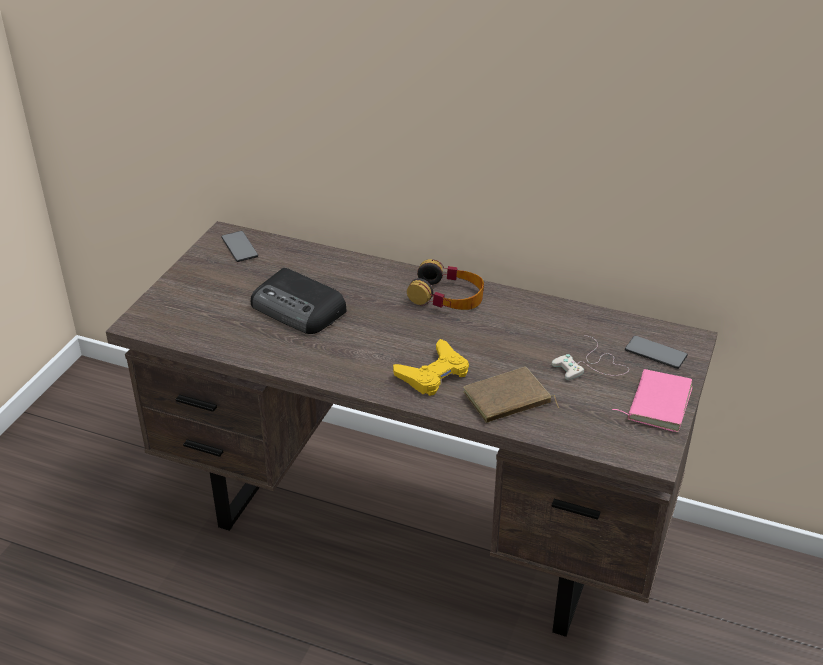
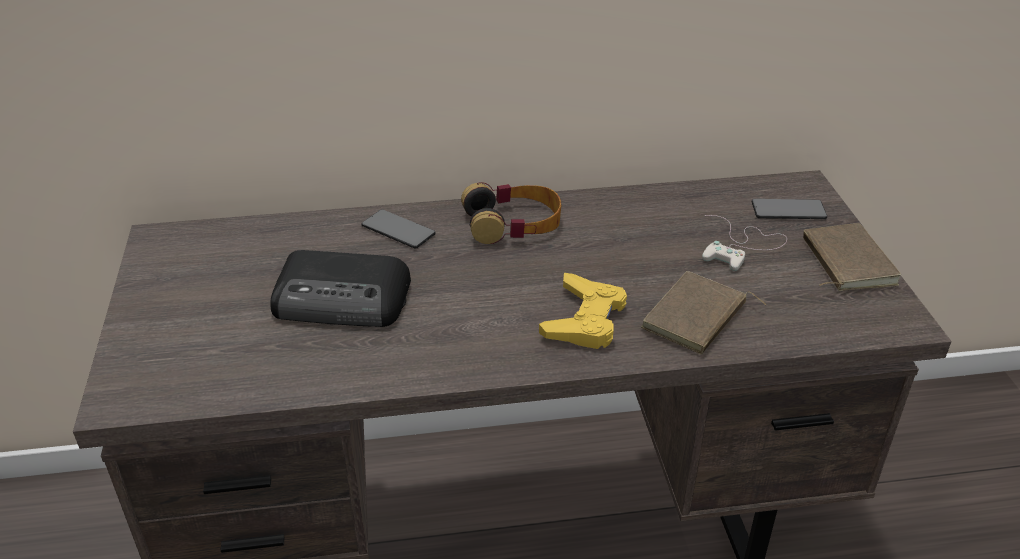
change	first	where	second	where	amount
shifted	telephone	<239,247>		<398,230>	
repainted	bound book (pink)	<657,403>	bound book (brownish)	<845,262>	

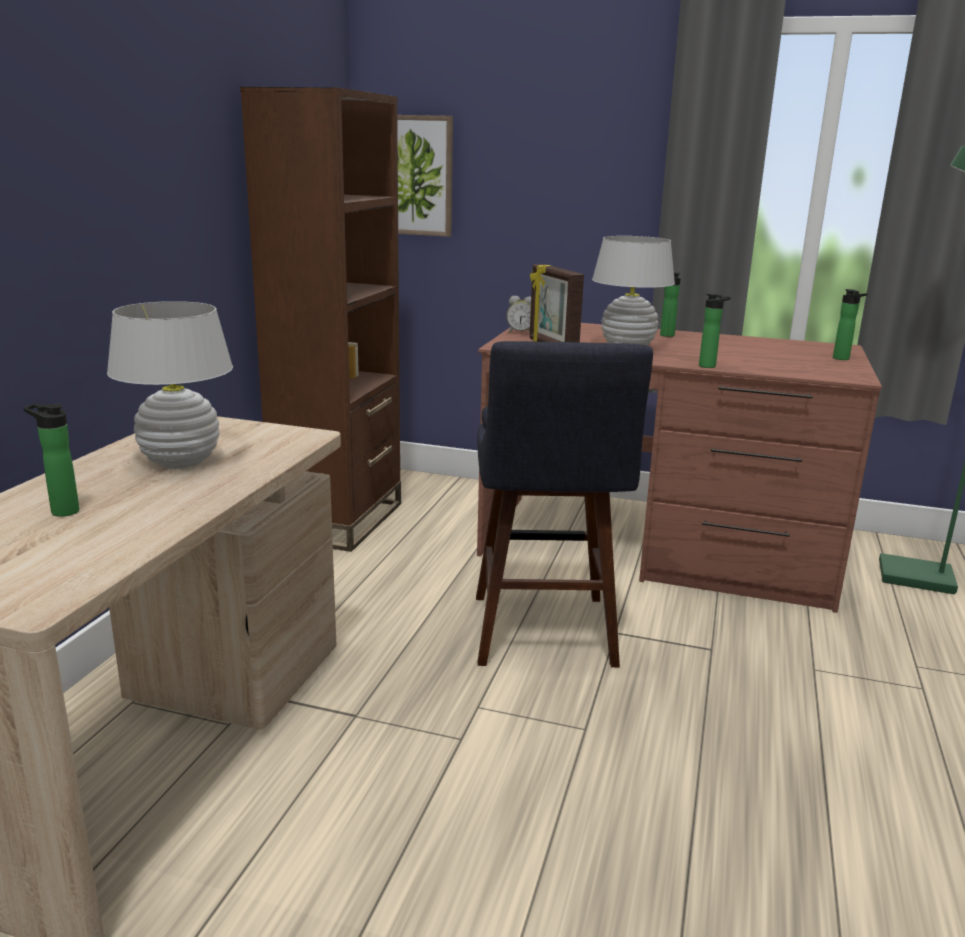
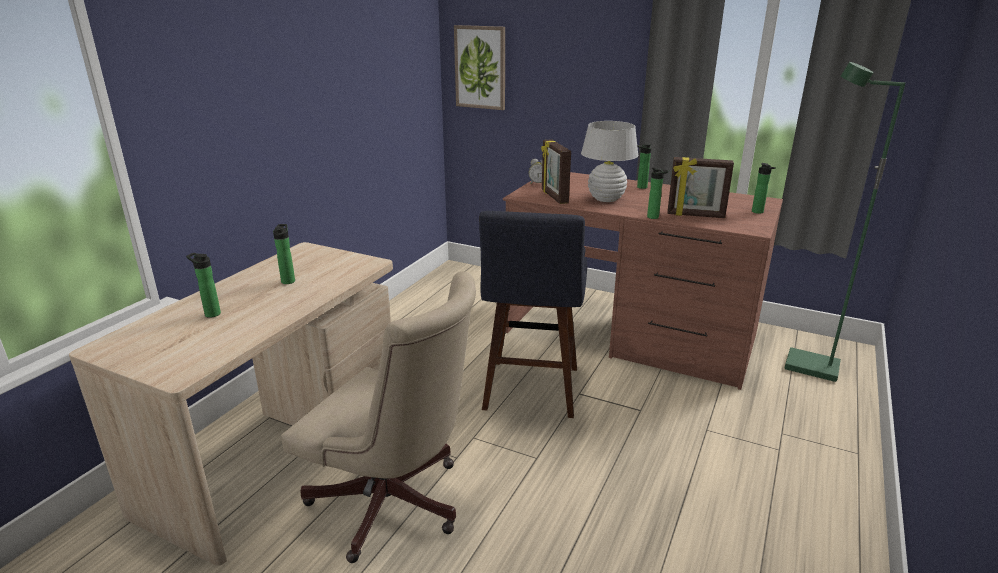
change	first	where	second	where	amount
gone	shelving unit (brownish)	<339,520>			
swapped	tabletop lamp (whitish)	<181,462>	bottle	<288,280>	
new			picture frame	<695,215>	
new			computer chair (beige)	<395,506>	

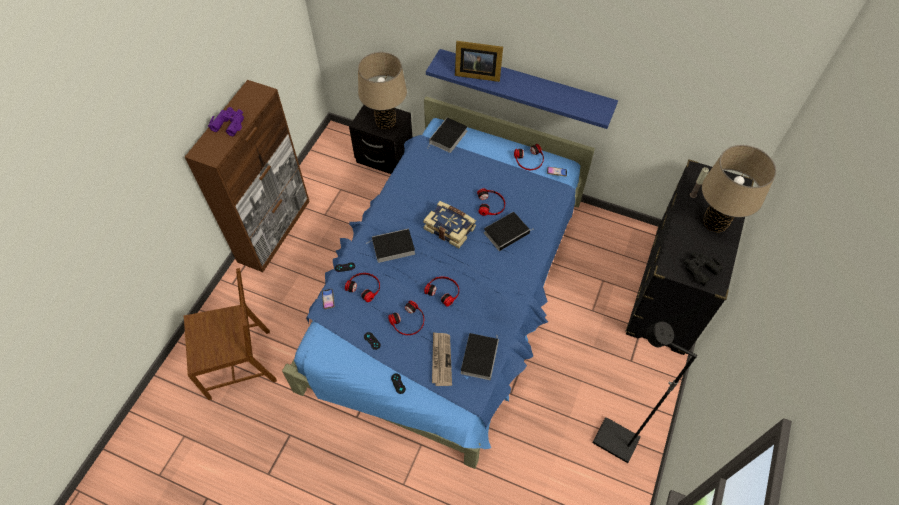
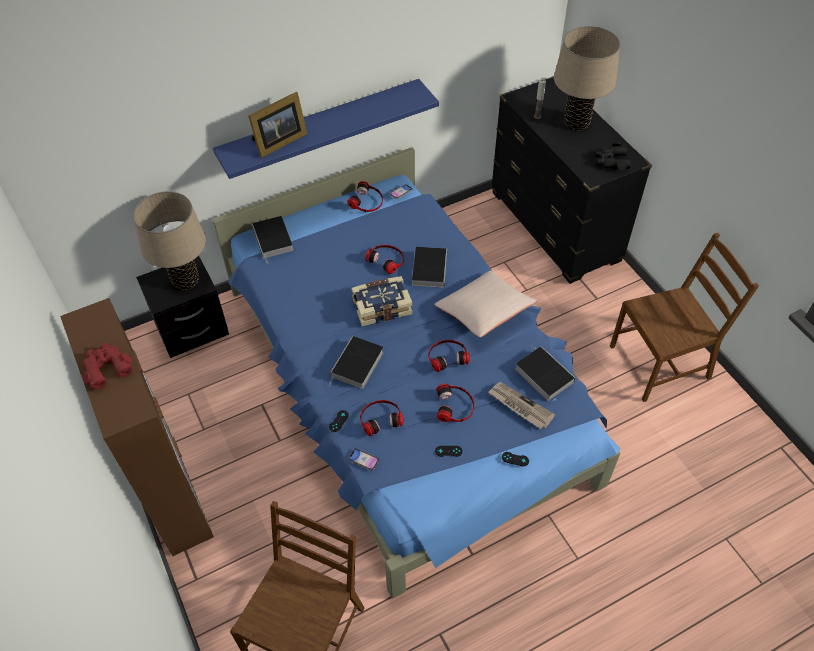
change	first	where	second	where	amount
repainted	binoculars (purple-coloured)	<229,124>	binoculars (red-coloured)	<106,368>	
swapped	standard lamp (blackish)	<614,441>	upright chair (brownish)	<660,362>	
new			throw pillow (beige)	<484,312>	

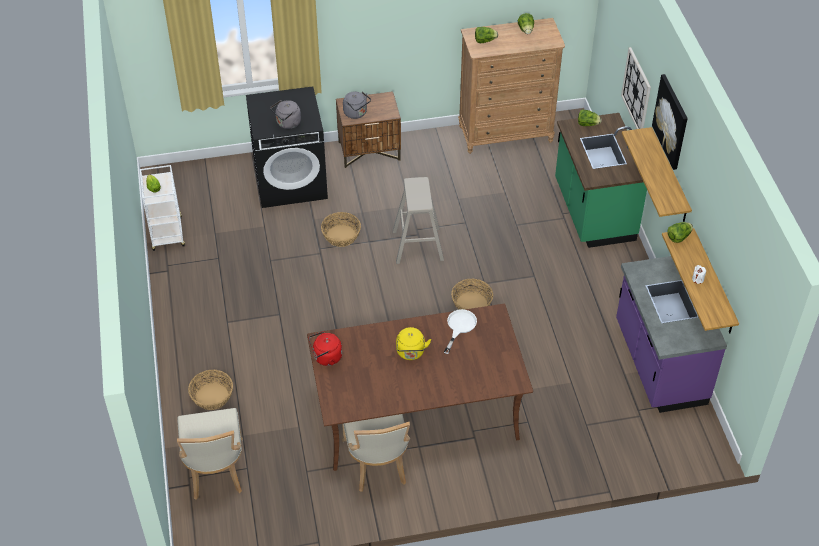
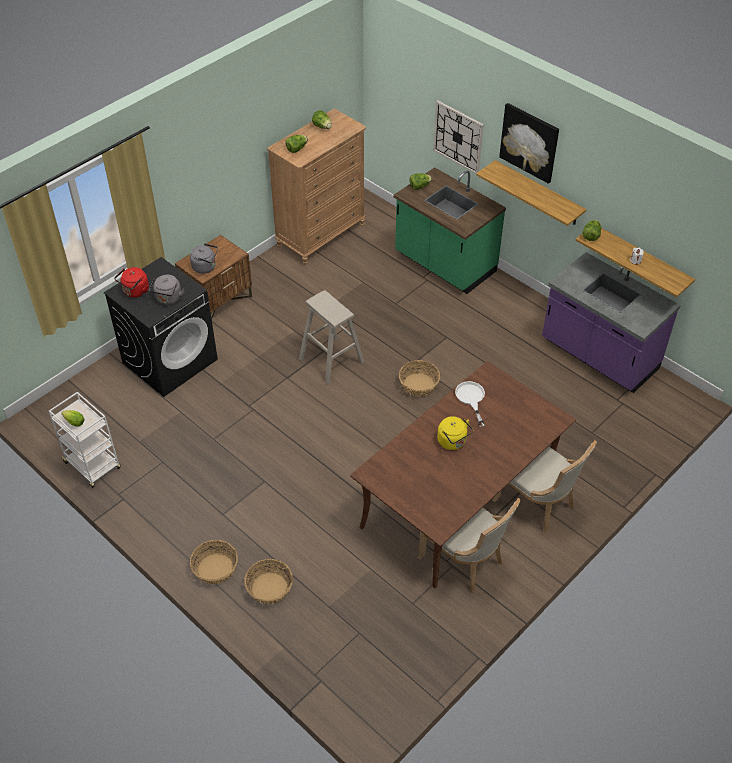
change	first	where	second	where	amount
shifted	storage basket	<341,236>		<215,569>	
shifted	kettle (red-coloured)	<326,358>		<135,292>	
shifted	upright chair (beige)	<215,471>		<537,503>	

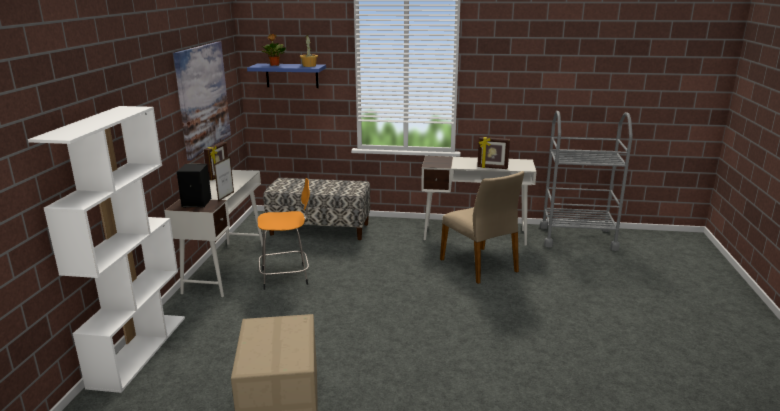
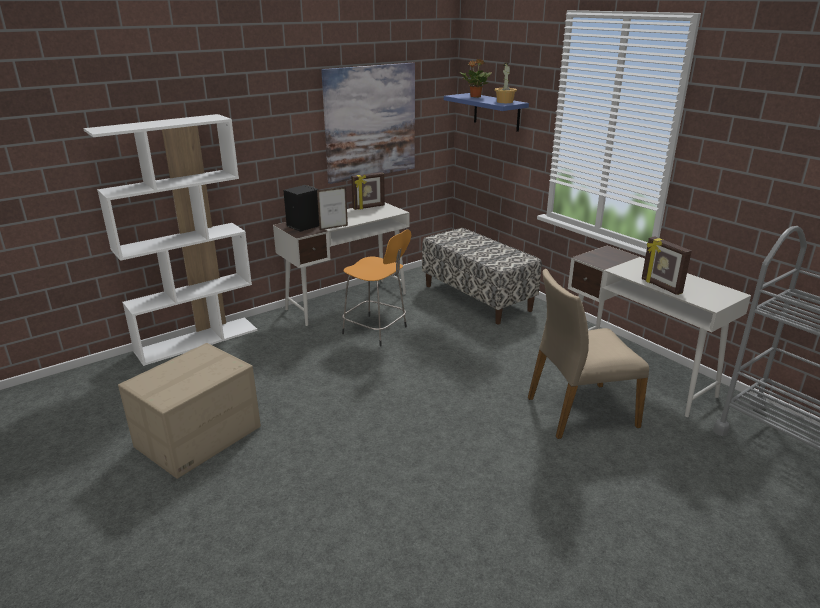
change	first	where	second	where	amount
rotated	upright chair (beige)	<480,265>		<579,411>	60 degrees clockwise

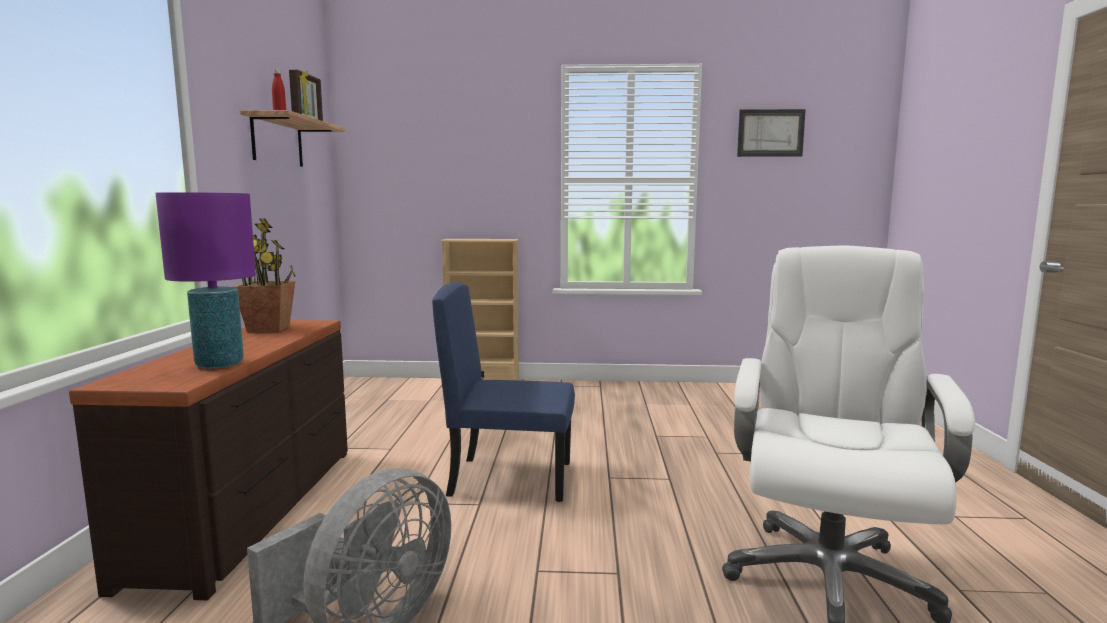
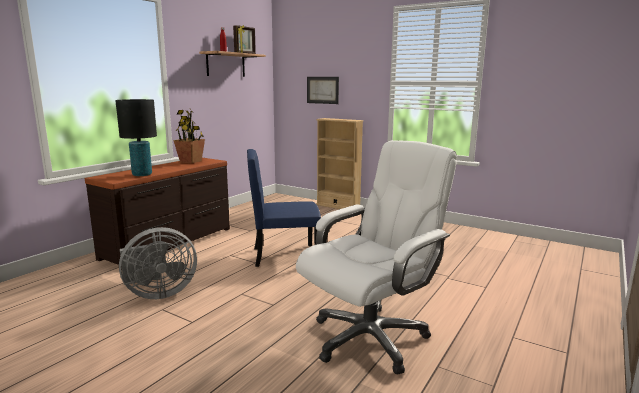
change	first	where	second	where	amount
shifted	wall art	<770,133>		<322,90>	
repainted	tabletop lamp (purple-coloured)	<219,364>	tabletop lamp (blackish)	<142,174>	
rotated	upright chair (blue-coloured)	<511,478>		<285,255>	45 degrees counterclockwise

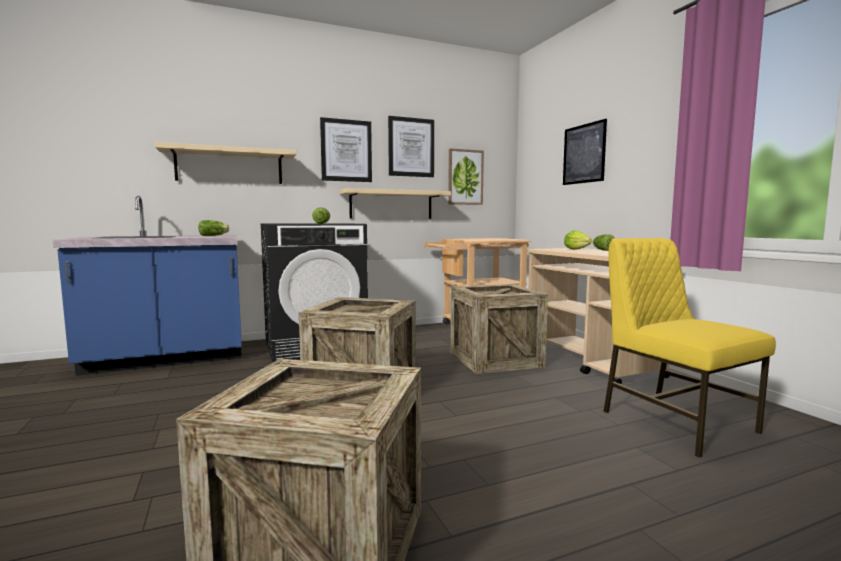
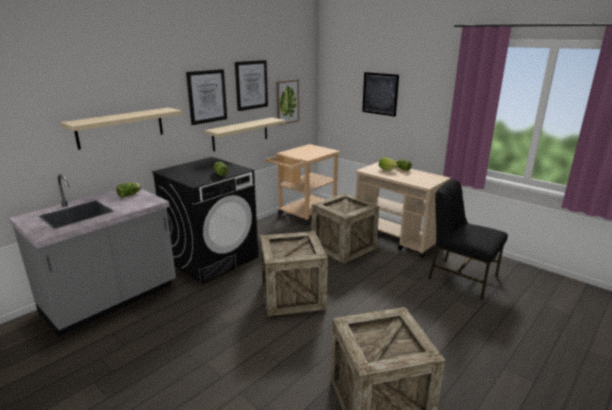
change	first	where	second	where	amount
repainted	kitchen counter (blue-coloured)	<166,359>	kitchen counter (greyish)	<111,300>	
repainted	upright chair (yellowish)	<674,421>	upright chair (blackish)	<461,277>	

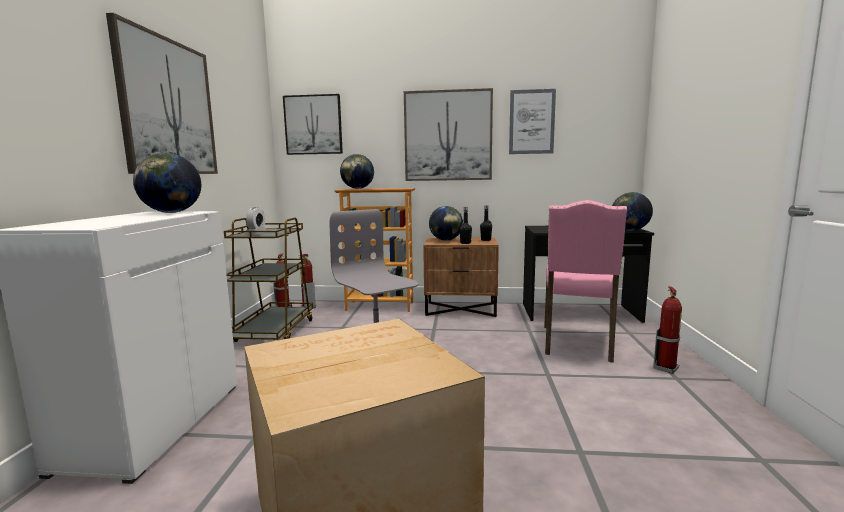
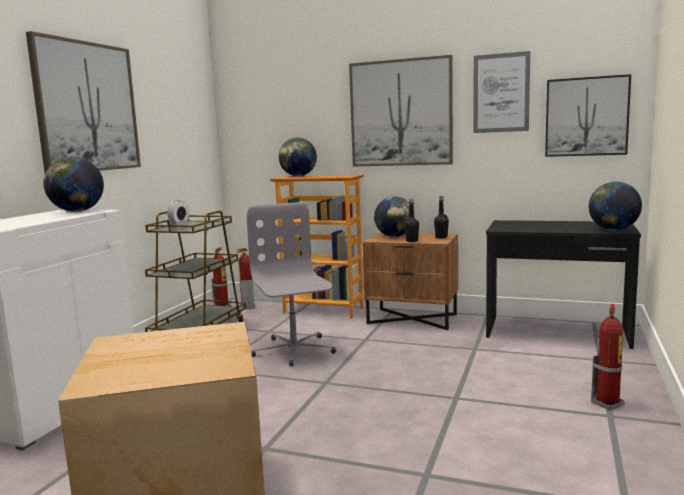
change	first	where	second	where	amount
shifted	wall art	<313,125>		<586,117>	
gone	upright chair (pink)	<578,343>			

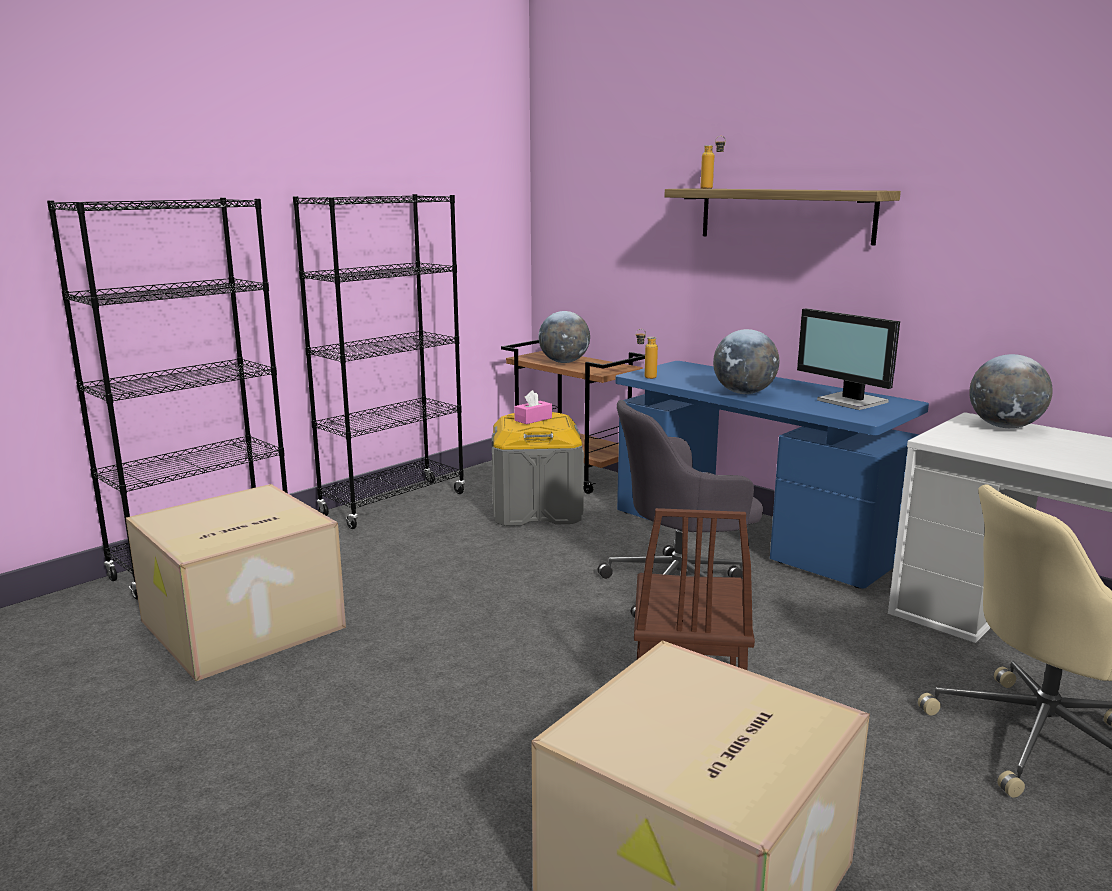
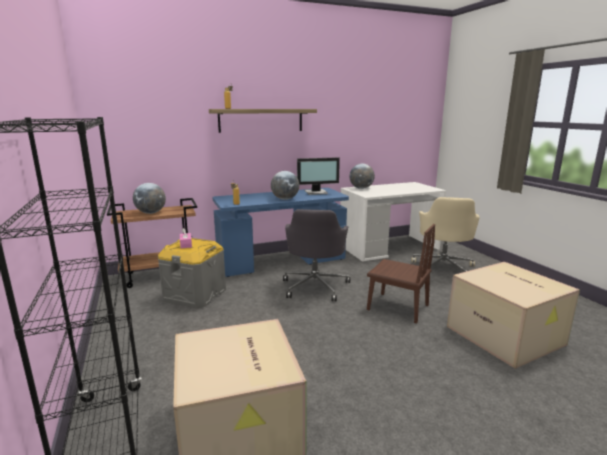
change	first	where	second	where	amount
gone	shelving unit (blackish)	<394,504>			

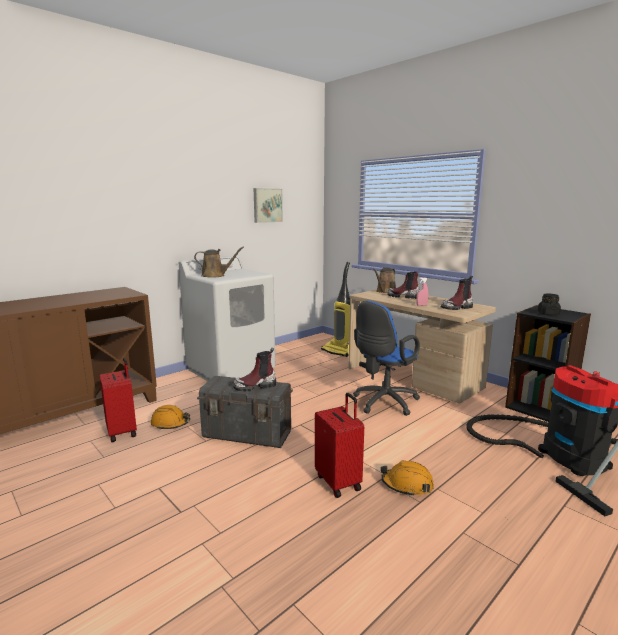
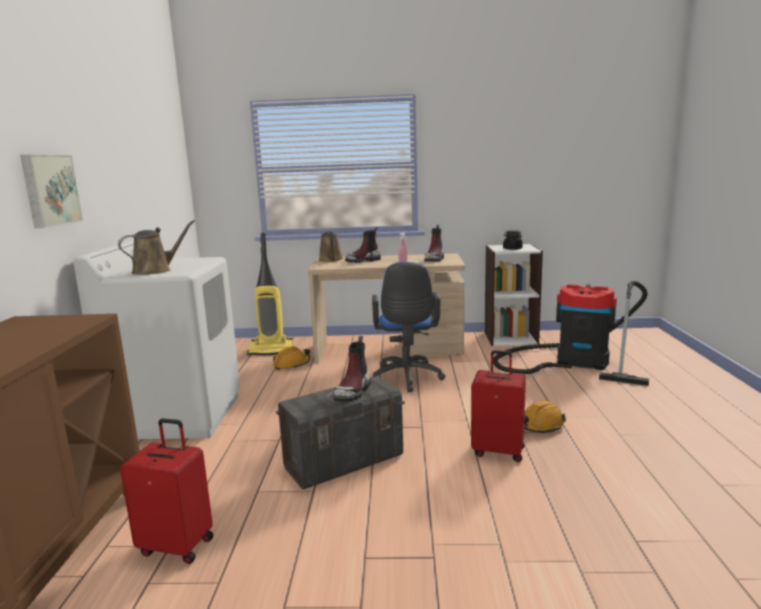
change	first	where	second	where	amount
shifted	wall art	<267,205>		<49,190>	
repainted	shelving unit (blackish)	<540,408>	shelving unit (whitish)	<510,338>	
shifted	safety helmet (orangey)	<170,423>		<292,364>	

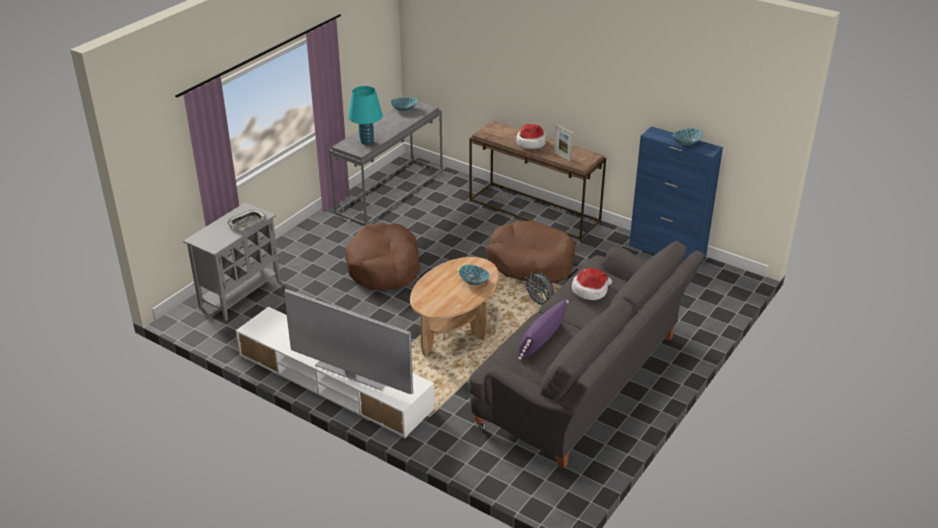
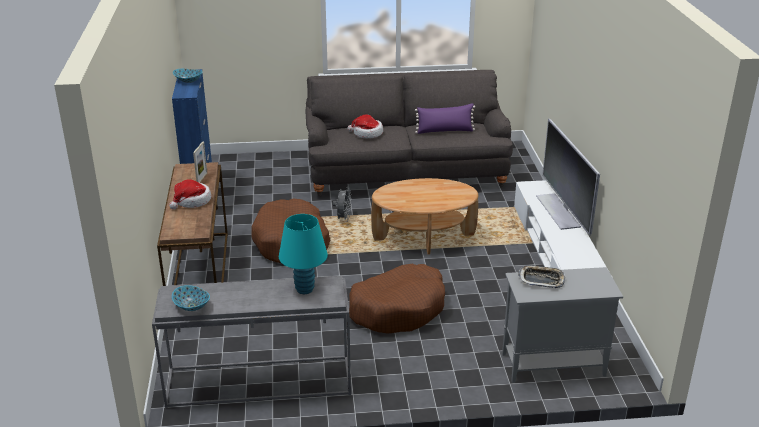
change	first	where	second	where	amount
gone	deep dish	<474,281>			

